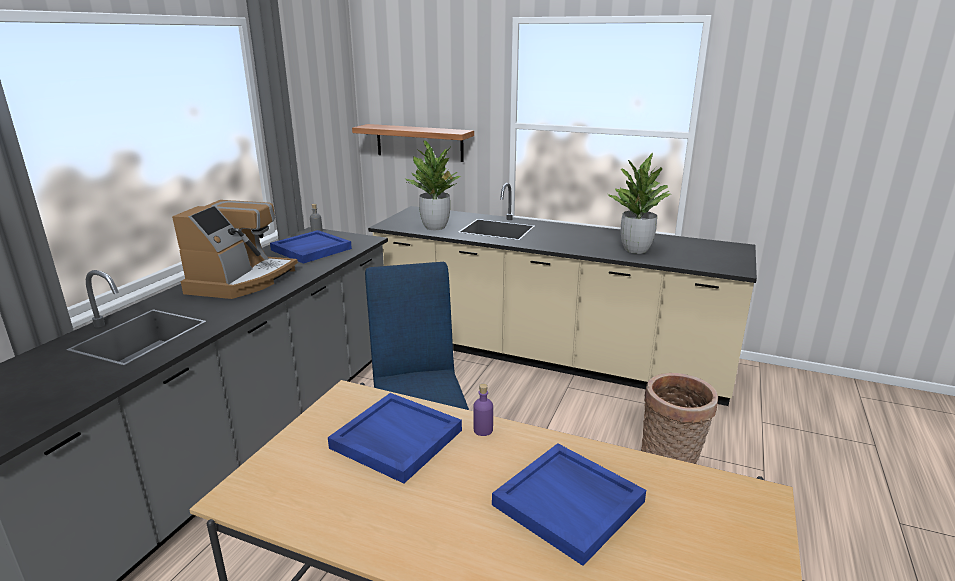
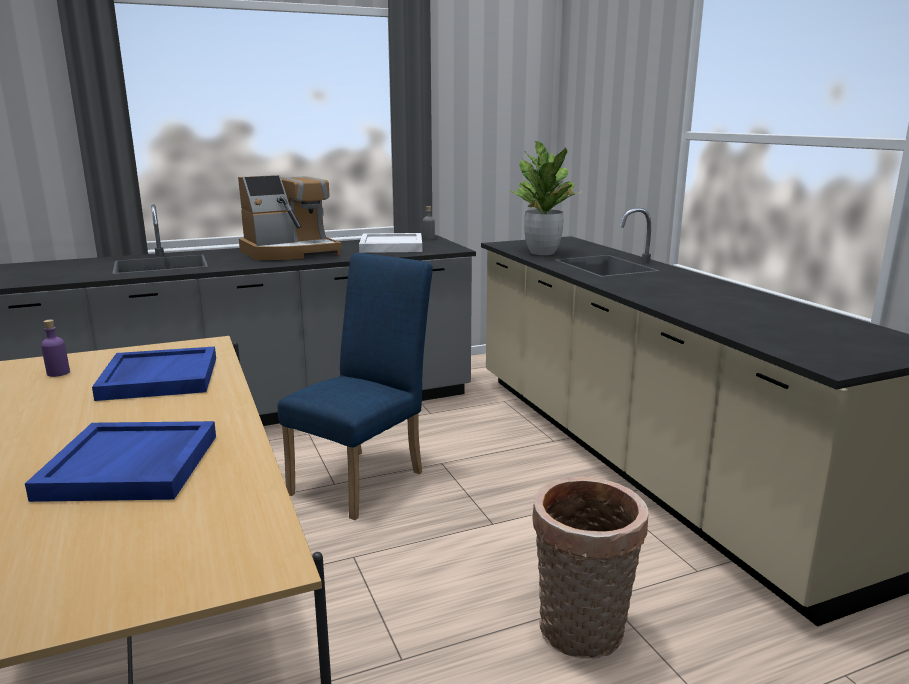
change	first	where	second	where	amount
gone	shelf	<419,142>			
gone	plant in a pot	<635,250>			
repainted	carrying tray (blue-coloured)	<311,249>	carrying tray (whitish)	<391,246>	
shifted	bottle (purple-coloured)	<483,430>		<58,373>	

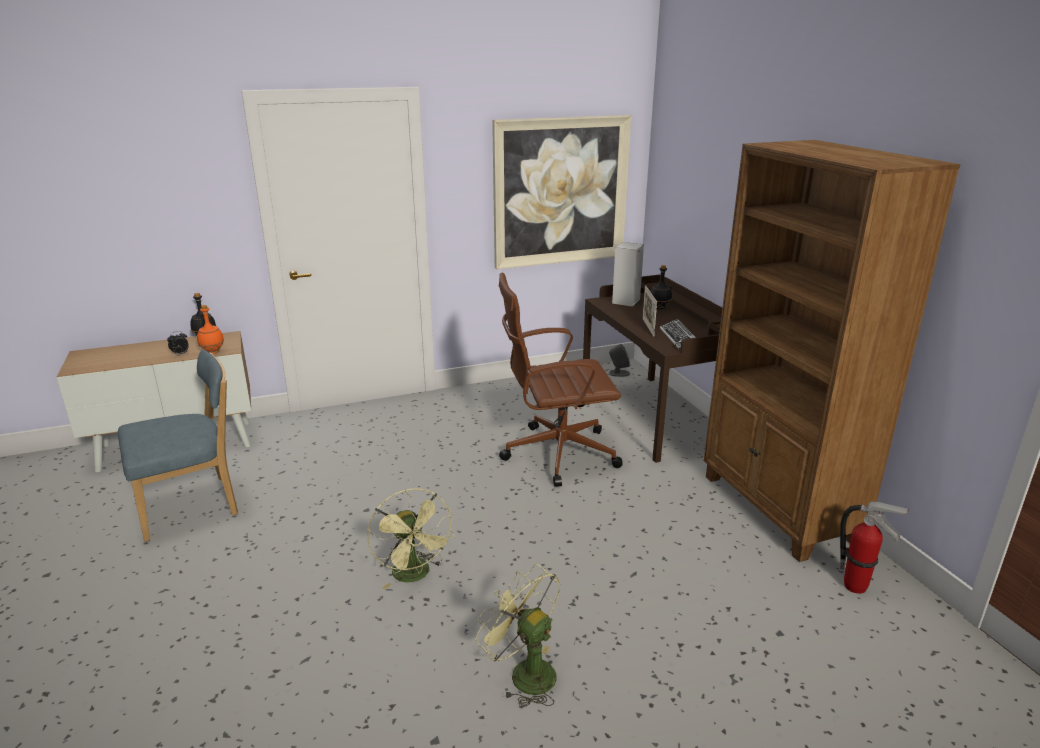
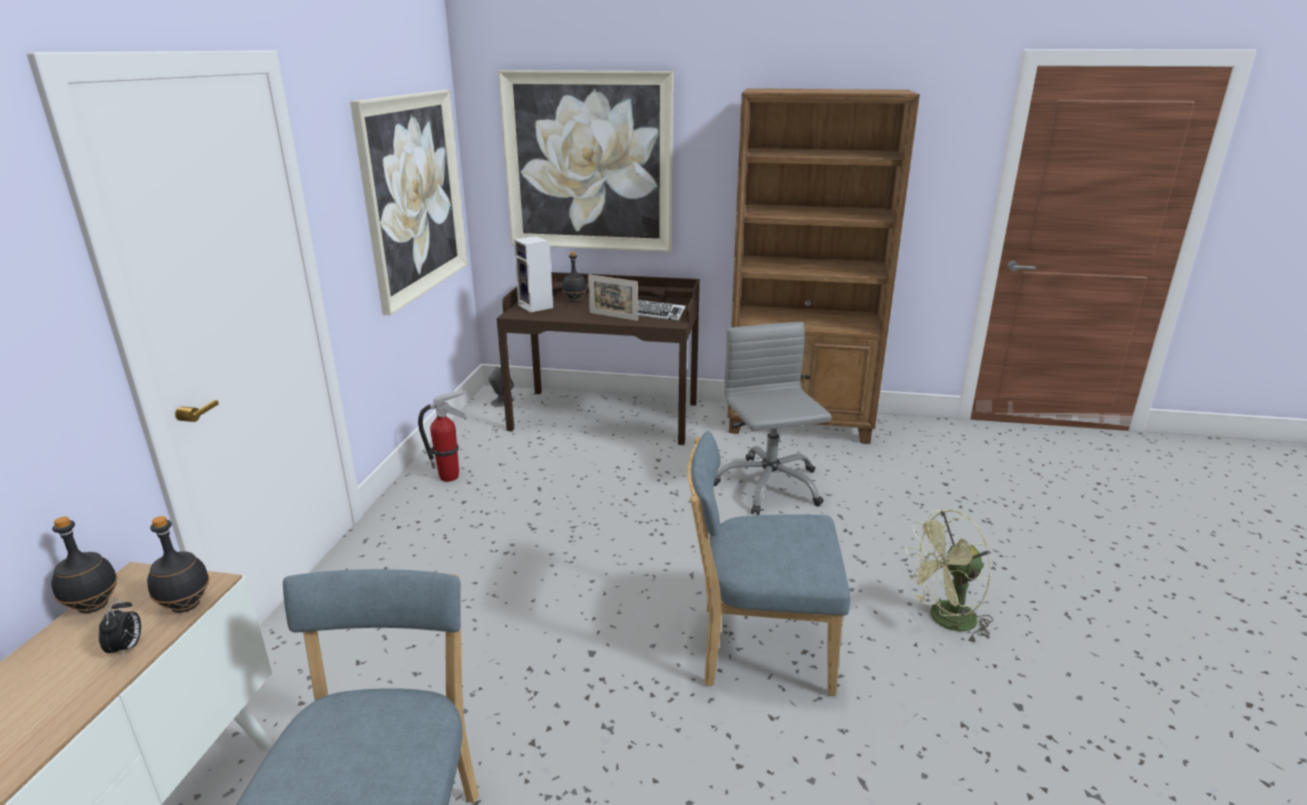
change	first	where	second	where	amount
gone	computer chair (brownish)	<556,453>			
repainted	bottle (orangey)	<213,352>	bottle (blackish)	<187,605>	
swapped	fan (greenish)	<415,575>	upright chair (blue-coloured)	<758,648>	
shifted	extinguisher	<856,587>		<450,477>	
new			wall art	<588,162>	
new			computer chair (greyish)	<768,485>	

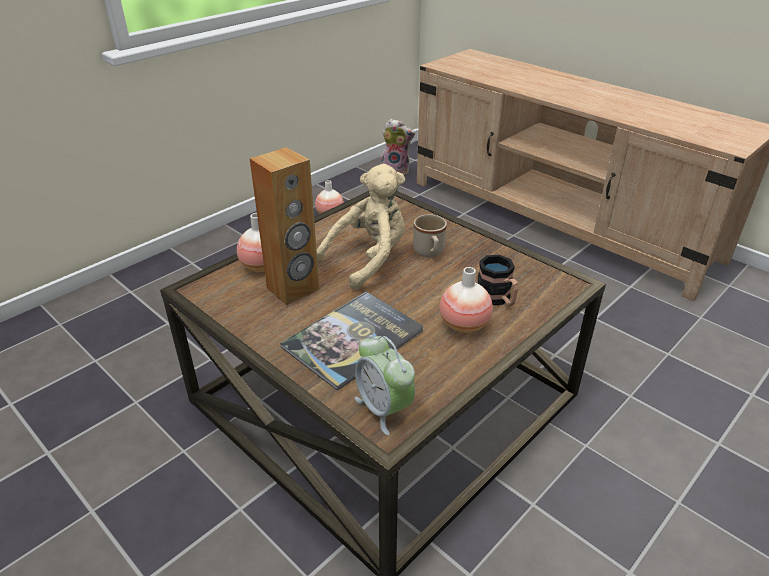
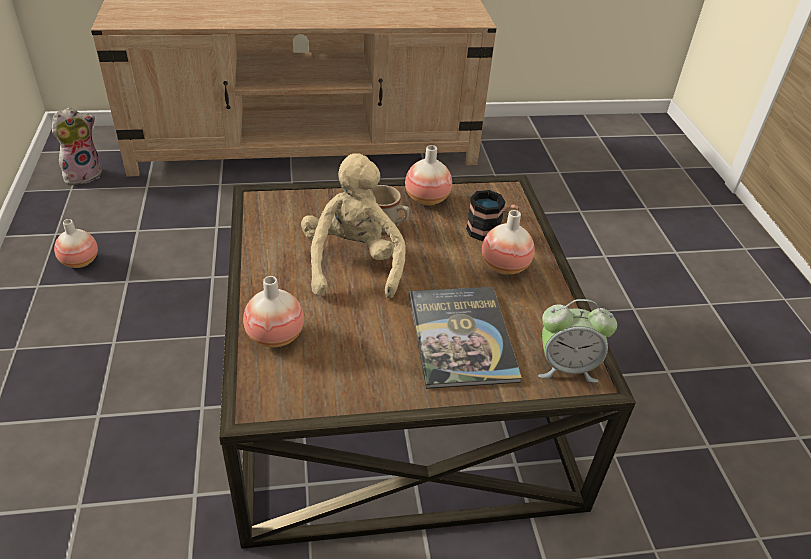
change	first	where	second	where	amount
gone	loudspeaker (brownish)	<293,289>			
new			flower vase	<427,199>	

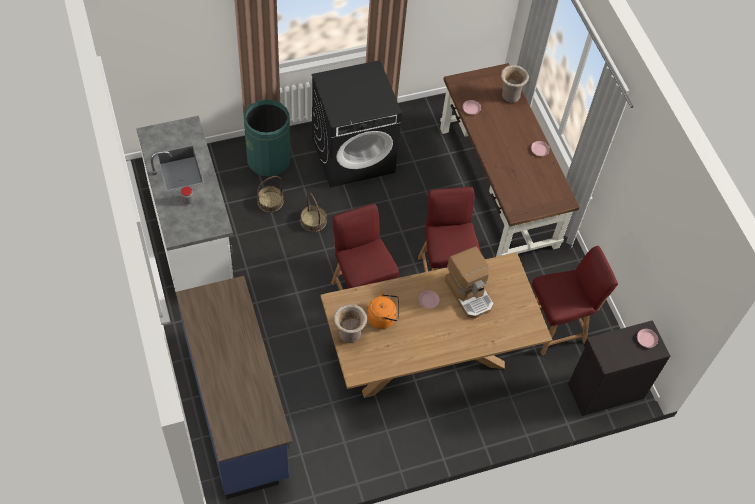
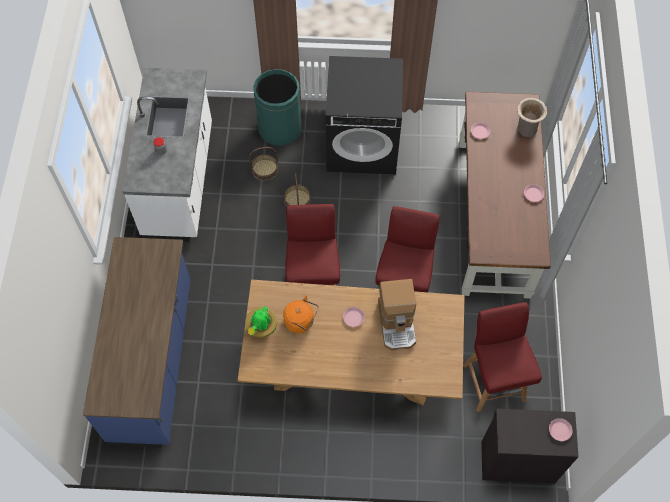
change	first	where	second	where	amount
rotated	upright chair (red-coloured)	<556,328>		<493,380>	105 degrees counterclockwise
swapped	flower vase (beige)	<349,335>	plant in a pot	<261,329>	

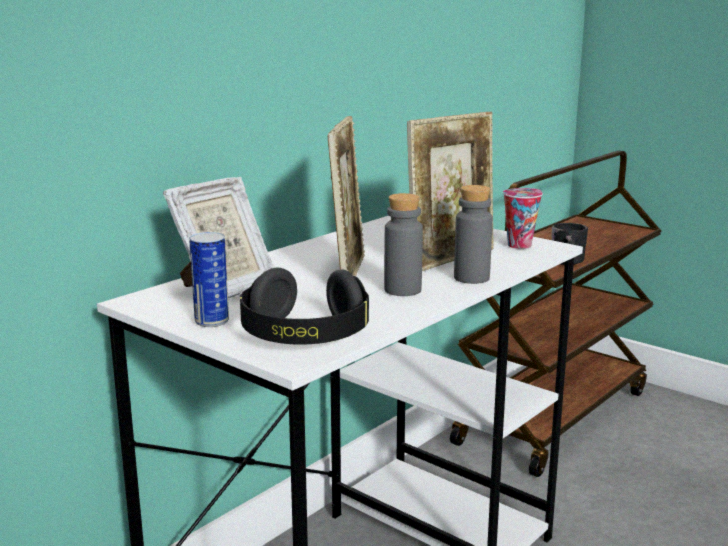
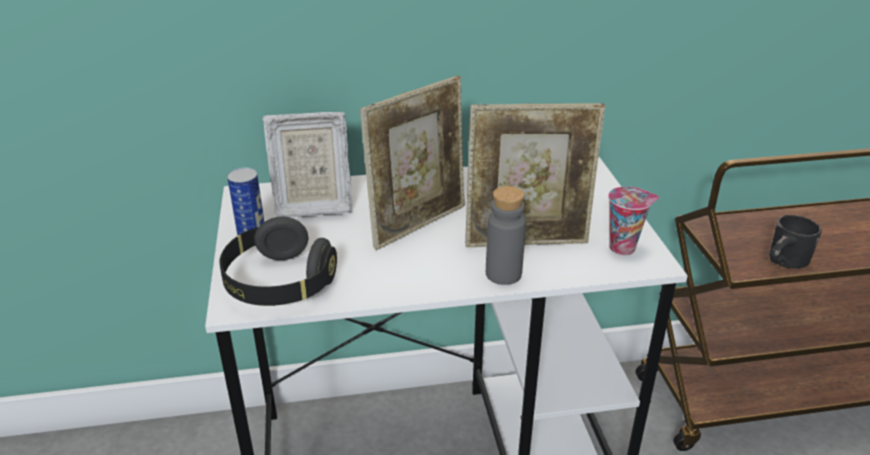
change	first	where	second	where	amount
gone	bottle (greyish)	<402,290>			

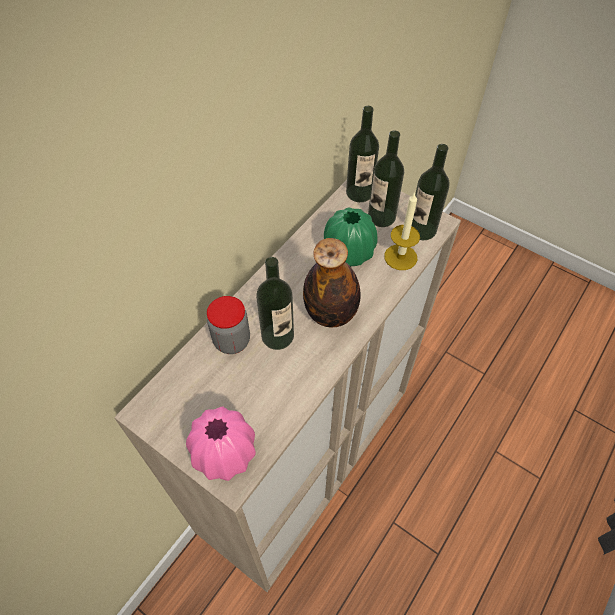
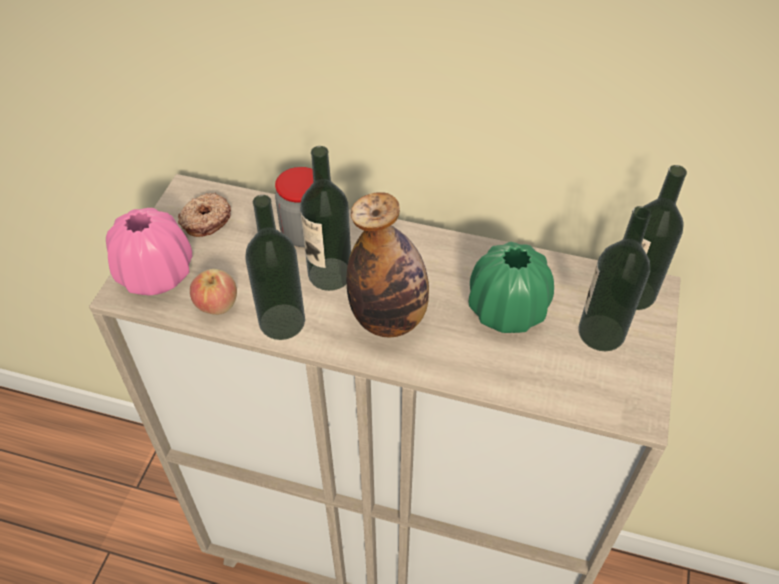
change	first	where	second	where	amount
shifted	bottle	<422,230>		<282,321>	
gone	wax light	<400,257>			
new			donut	<205,220>	
new			whole apple	<217,305>	

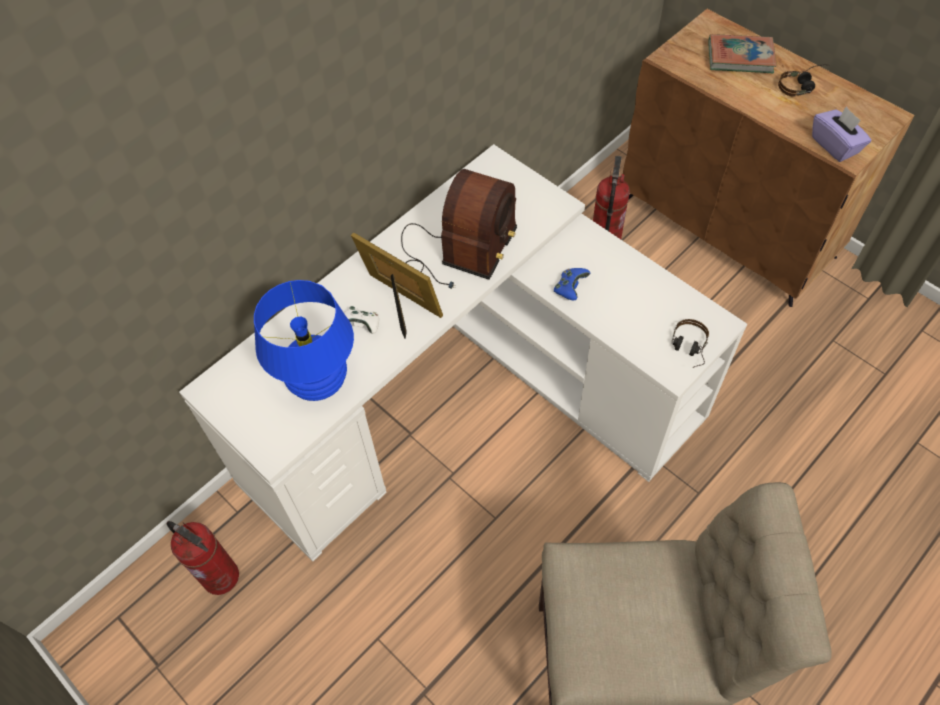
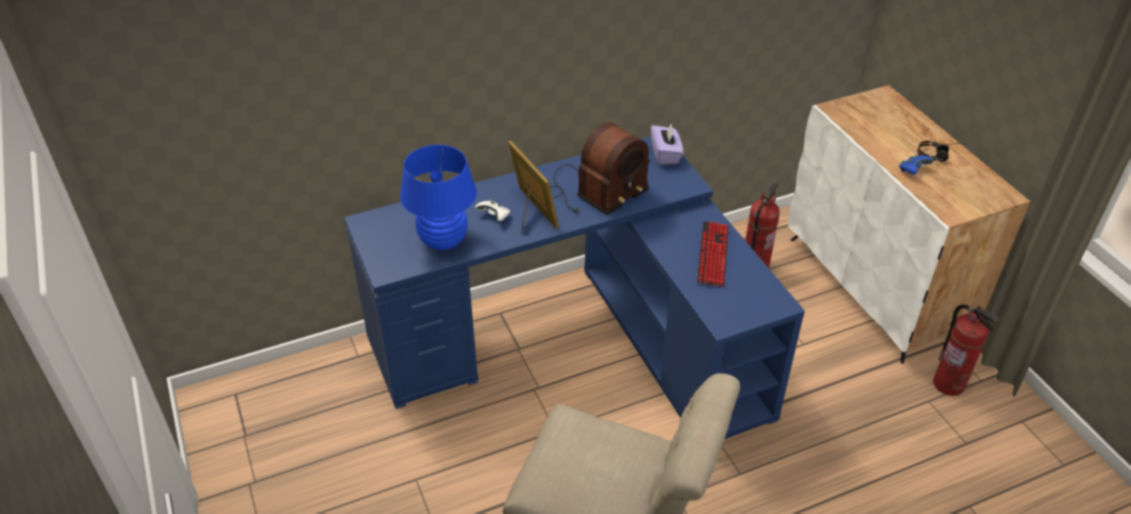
change	first	where	second	where	amount
repainted	storage cabinet (brownish)	<729,228>	storage cabinet (whitish)	<875,287>	
gone	bound book	<740,57>			
shifted	box of tissues (purple-coloured)	<835,145>		<665,155>	
repainted	desk (whitish)	<471,396>	desk (blue-coloured)	<582,339>	
shifted	gamepad (blue-coloured)	<570,289>		<913,170>	
gone	headphones	<688,350>			
shifted	extinguisher	<221,576>		<949,384>	
new			PC keyboard	<713,255>	

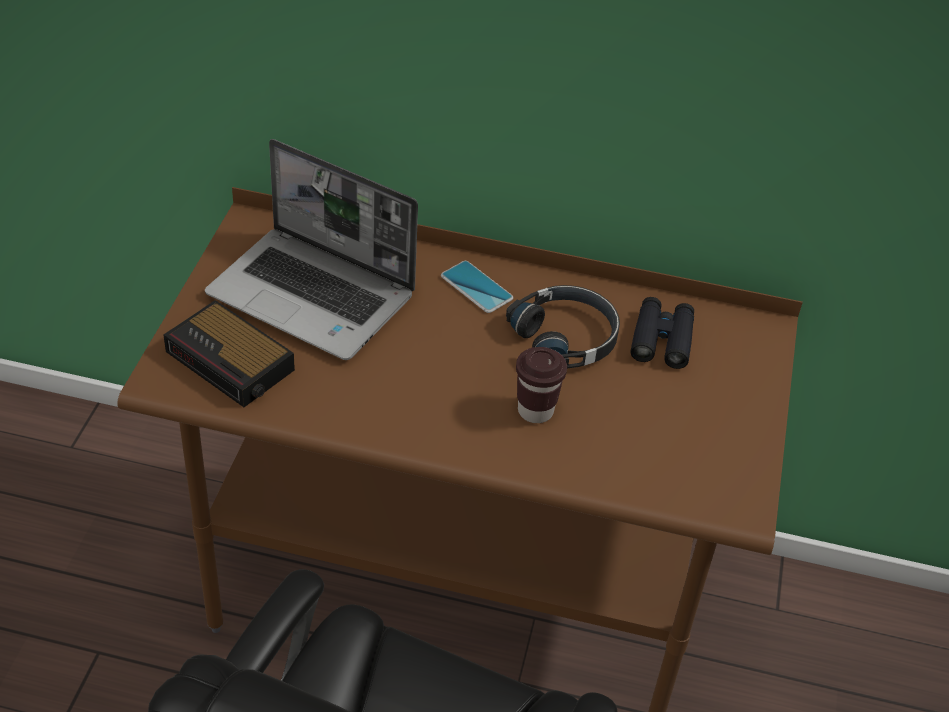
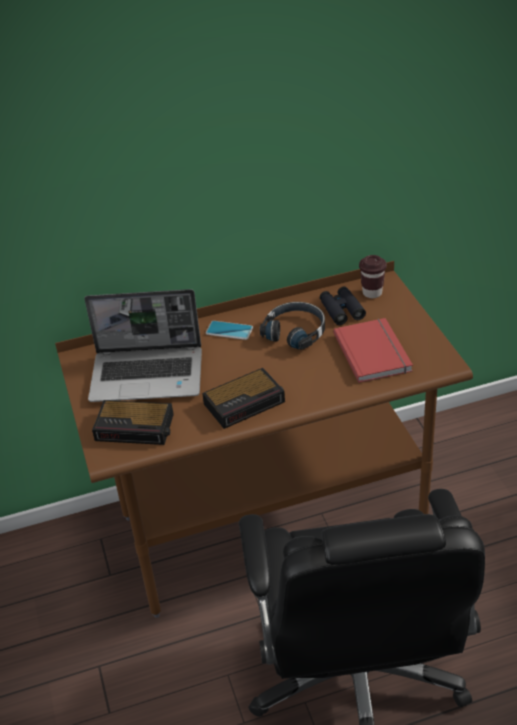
change	first	where	second	where	amount
shifted	cup (brownish)	<535,411>		<372,293>	
new			bound book (red-coloured)	<374,352>	
new			table clock	<246,402>	

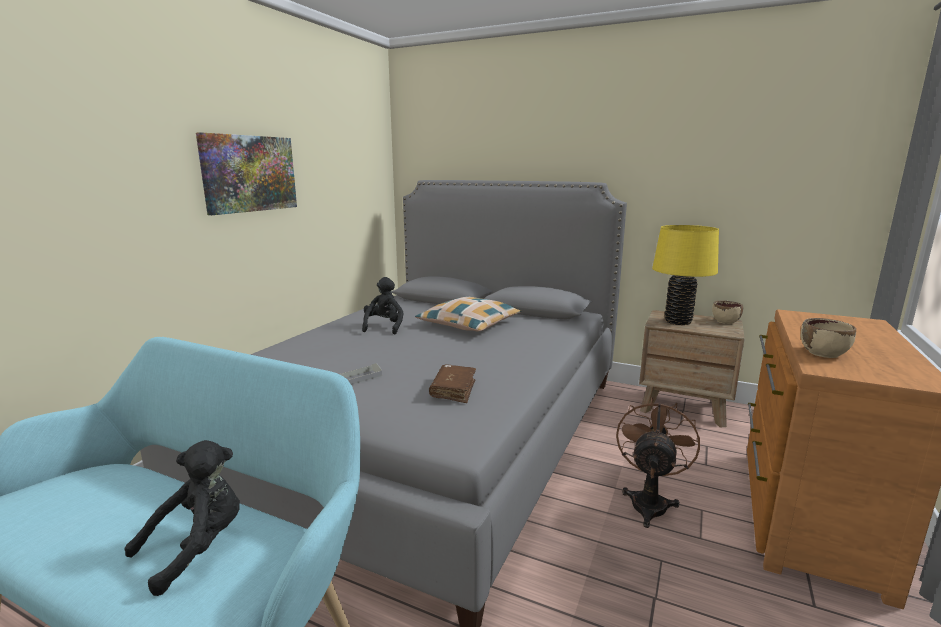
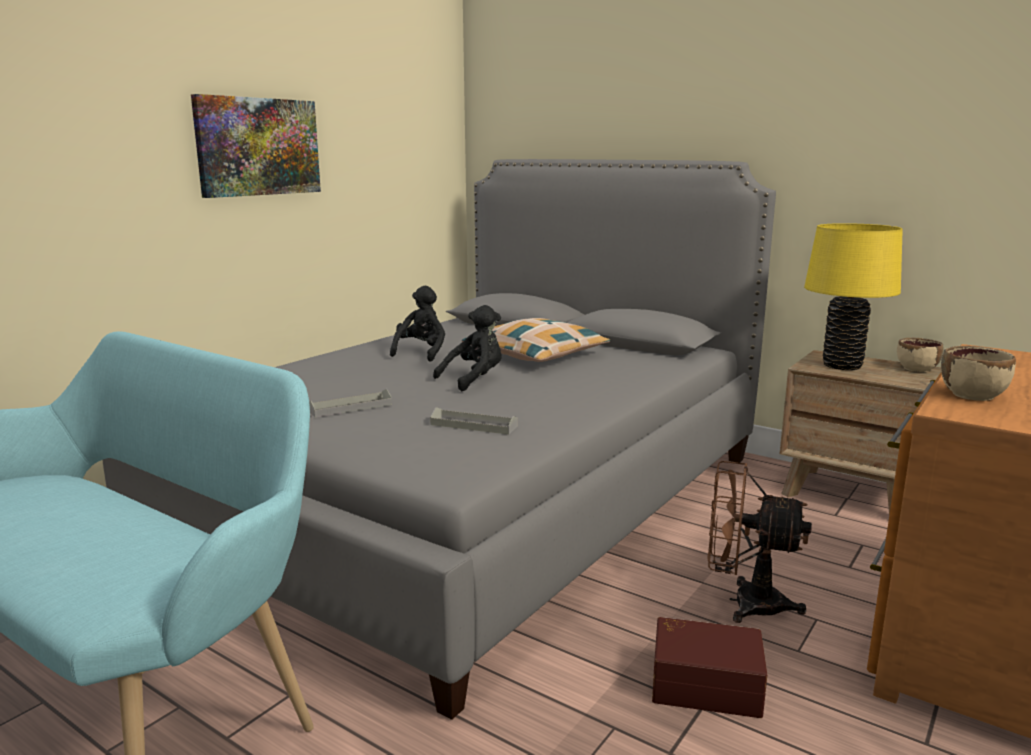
change	first	where	second	where	amount
swapped	bound book (brownish)	<453,390>	carrying tray (greyish)	<474,425>	
rotated	fan (brownish)	<649,502>		<744,603>	105 degrees counterclockwise
shifted	plush toy (blackish)	<198,547>		<474,380>	
new			storage bin (brownish)	<705,683>	

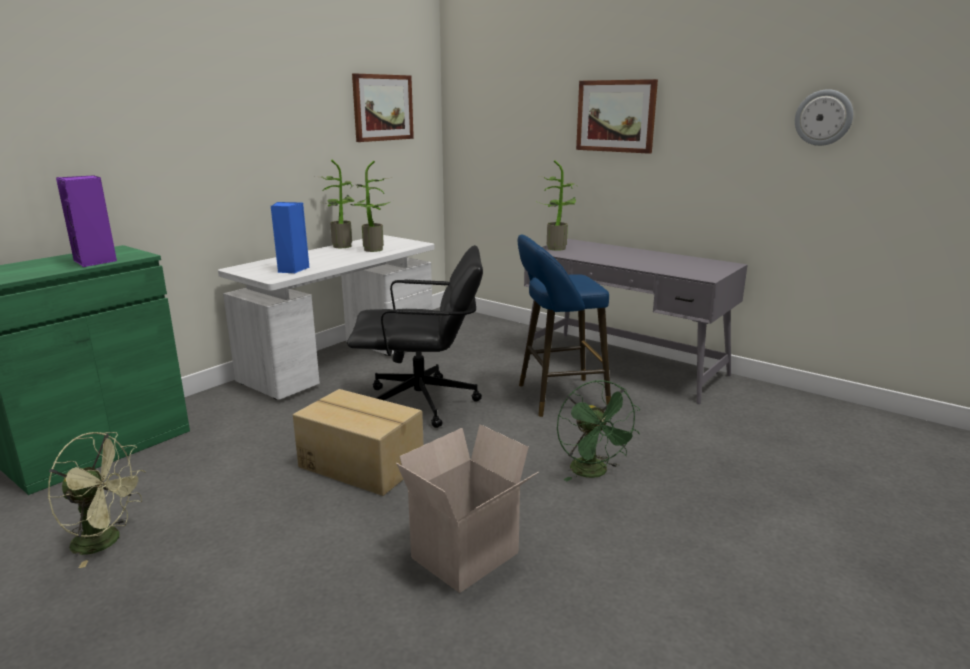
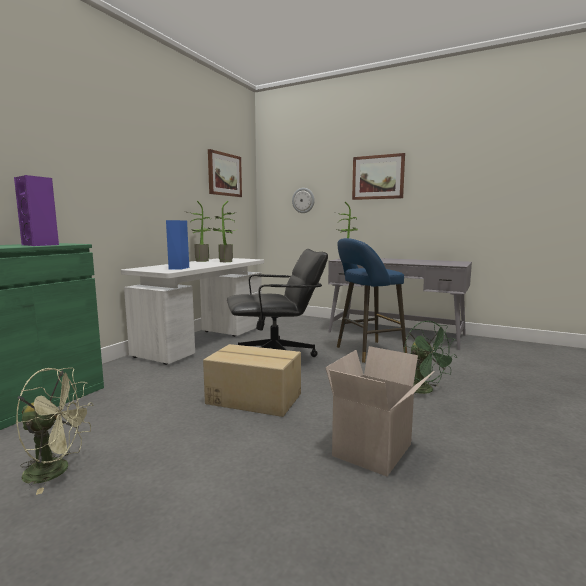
change	first	where	second	where	amount
shifted	wall clock	<823,117>		<303,200>	

